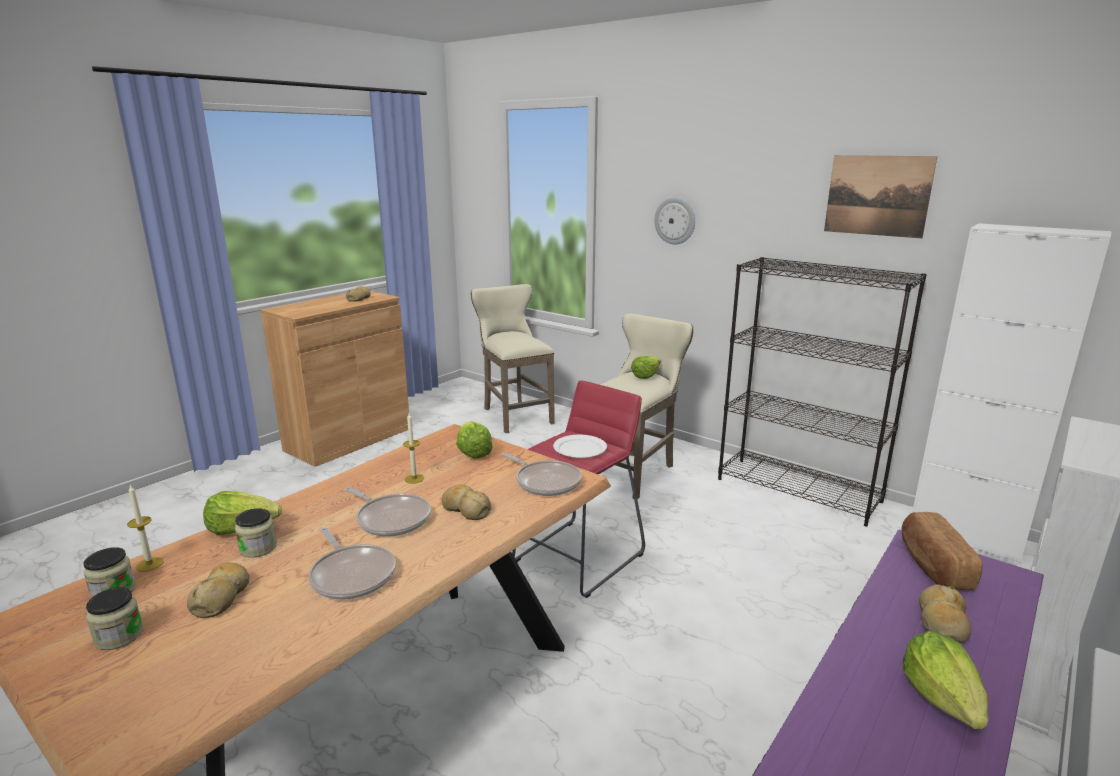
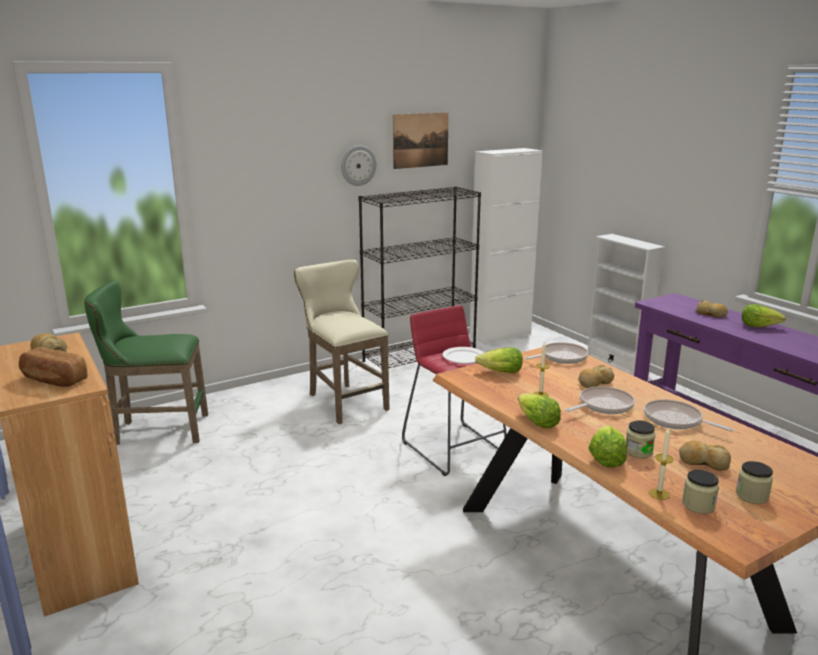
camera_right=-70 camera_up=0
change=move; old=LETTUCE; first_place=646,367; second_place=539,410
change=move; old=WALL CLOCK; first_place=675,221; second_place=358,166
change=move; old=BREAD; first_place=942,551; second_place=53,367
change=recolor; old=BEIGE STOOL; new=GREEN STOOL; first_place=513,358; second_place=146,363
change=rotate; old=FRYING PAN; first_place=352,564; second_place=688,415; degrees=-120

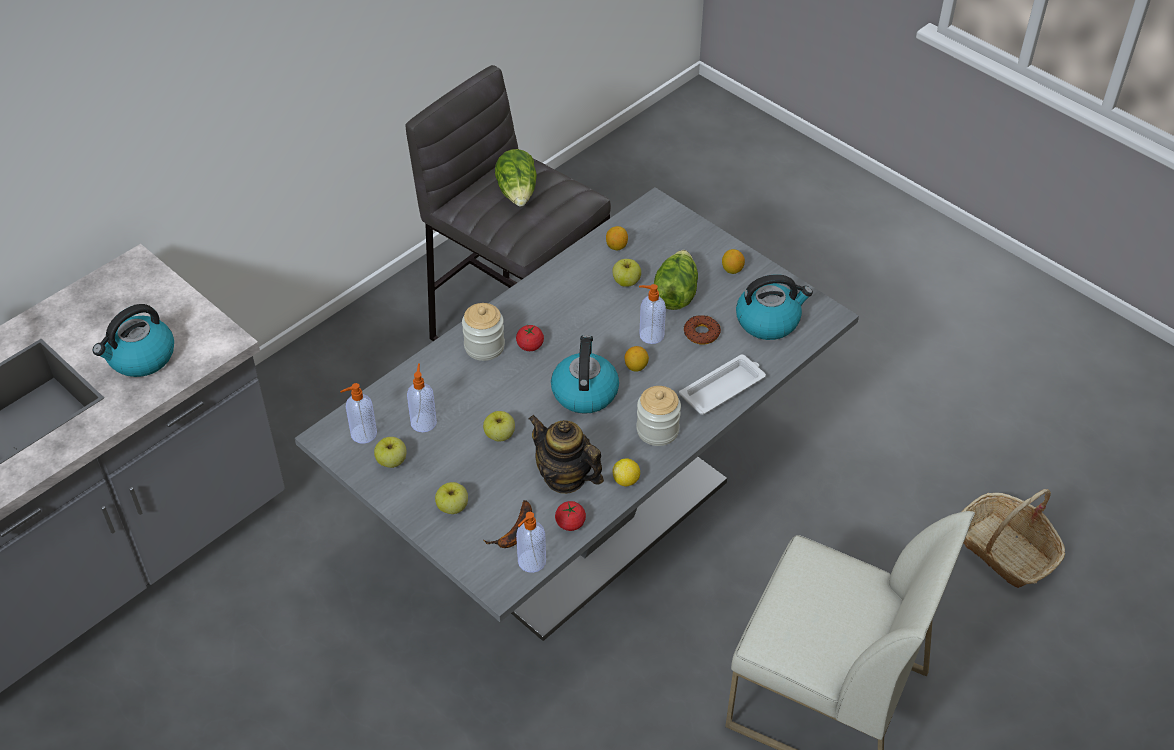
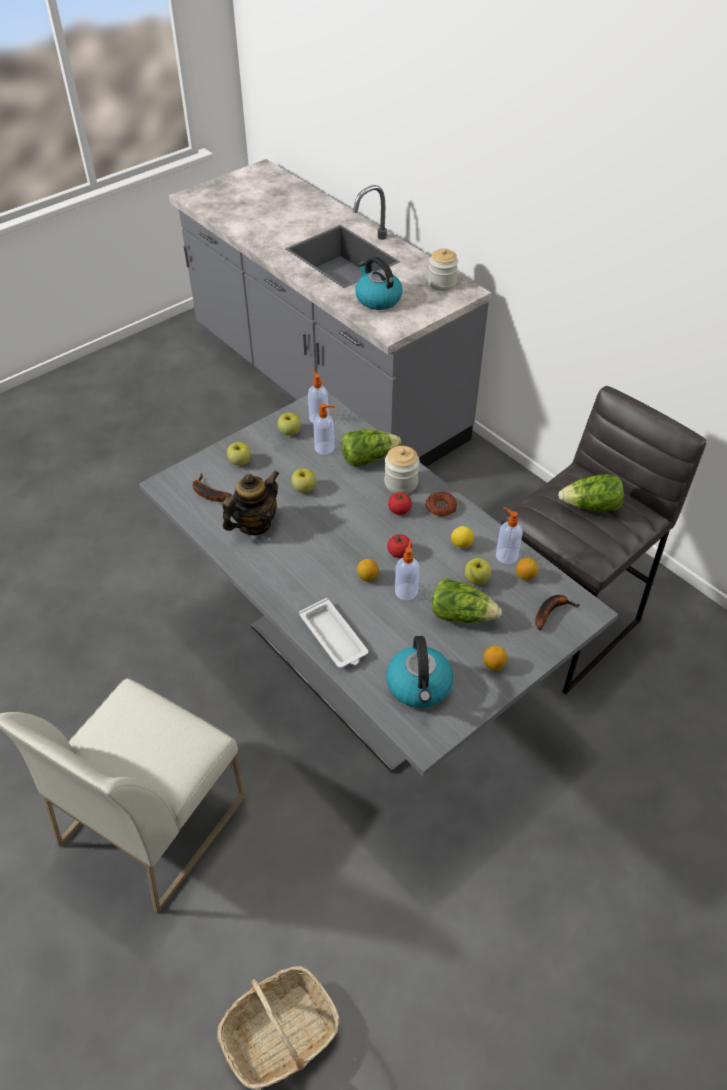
camera_right=95 camera_up=0
change=delete; old=KETTLE; first_place=585,374
change=insert; new=LETTUCE; second_place=371,448
change=insert; new=BANANA; second_place=557,613
change=move; old=SOAP DISPENSER; first_place=531,542; second_place=509,535
change=move; old=TOMATO; first_place=570,516; second_place=399,546
change=move; old=LEMON; first_place=626,472; second_place=462,537
change=move; old=JAR; first_place=658,416; second_place=443,269
change=move; old=DONUT; first_place=702,330; second_place=441,504

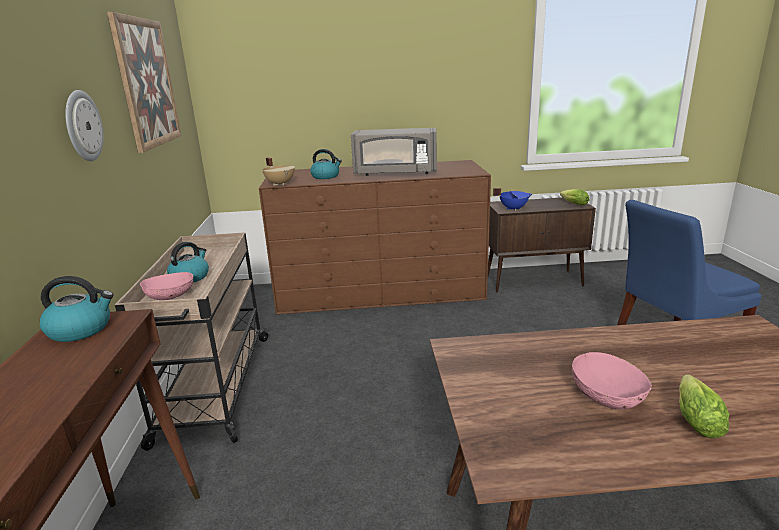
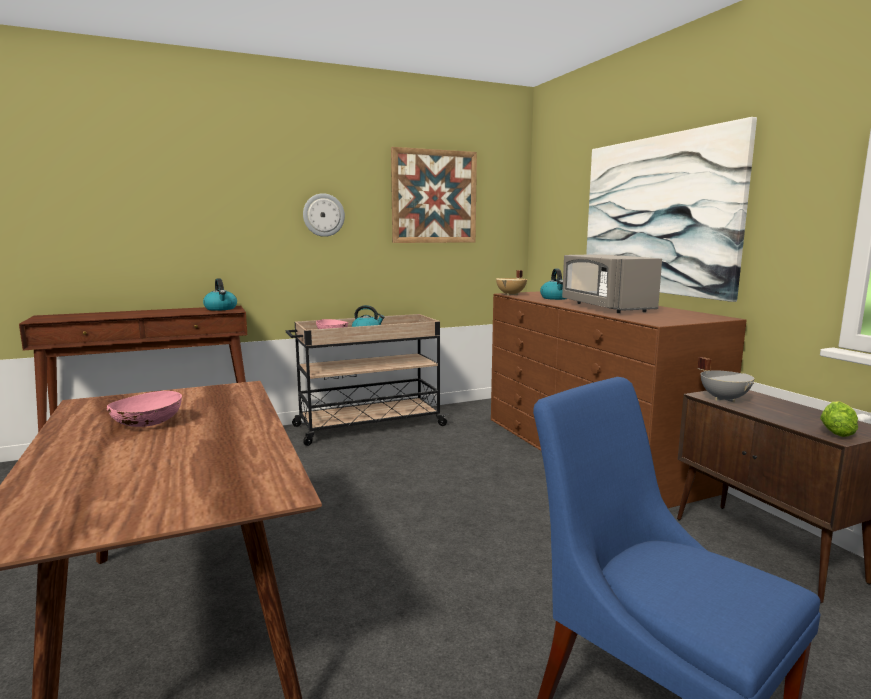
camera_right=70 camera_up=-10
change=delete; old=LETTUCE; first_place=704,406
change=insert; new=PICTURE; second_place=671,209
change=recolor; old=BLUE COOKING POT; new=GREY COOKING POT; first_place=513,199; second_place=726,379

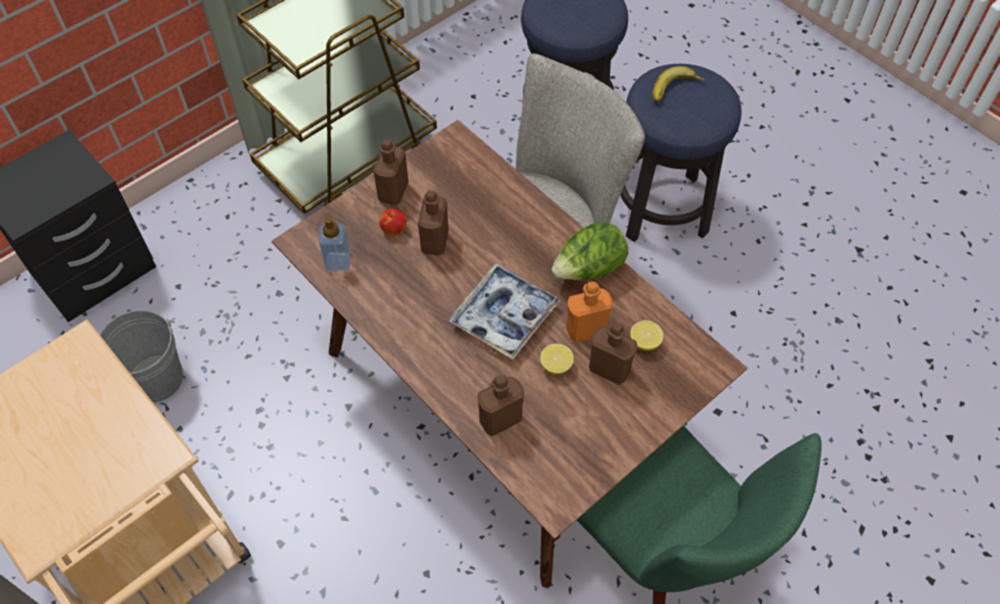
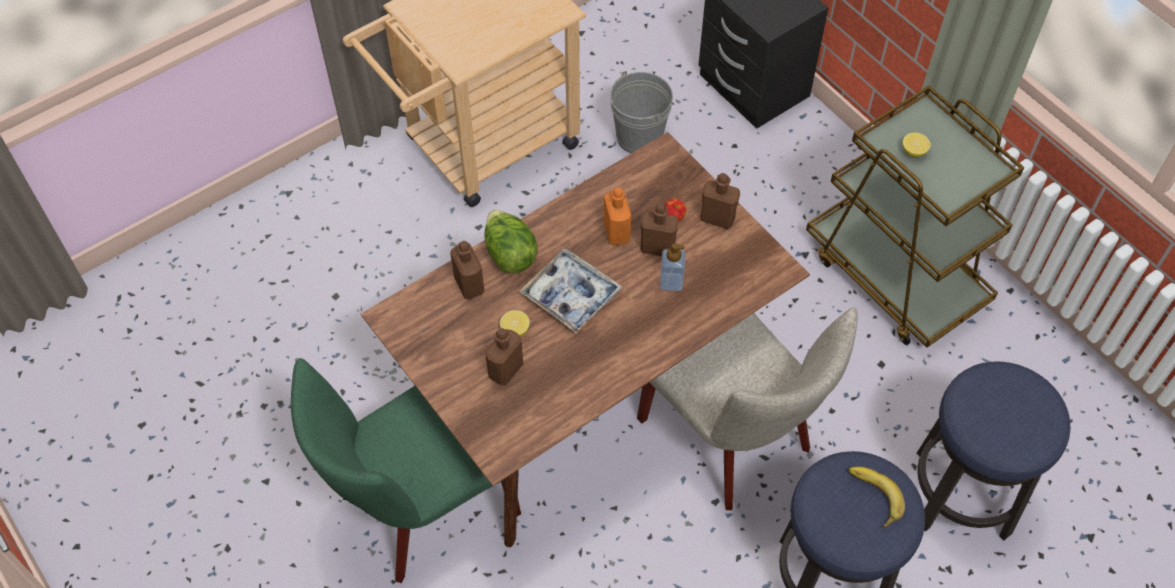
camera_right=95 camera_up=0
change=move; old=SOAP DISPENSER; first_place=335,241; second_place=672,267
change=move; old=LETTUCE; first_place=589,251; second_place=511,241
change=move; old=ORANGE BOTTLE; first_place=589,312; second_place=617,216
change=move; old=LEMON; first_place=646,335; second_place=917,145

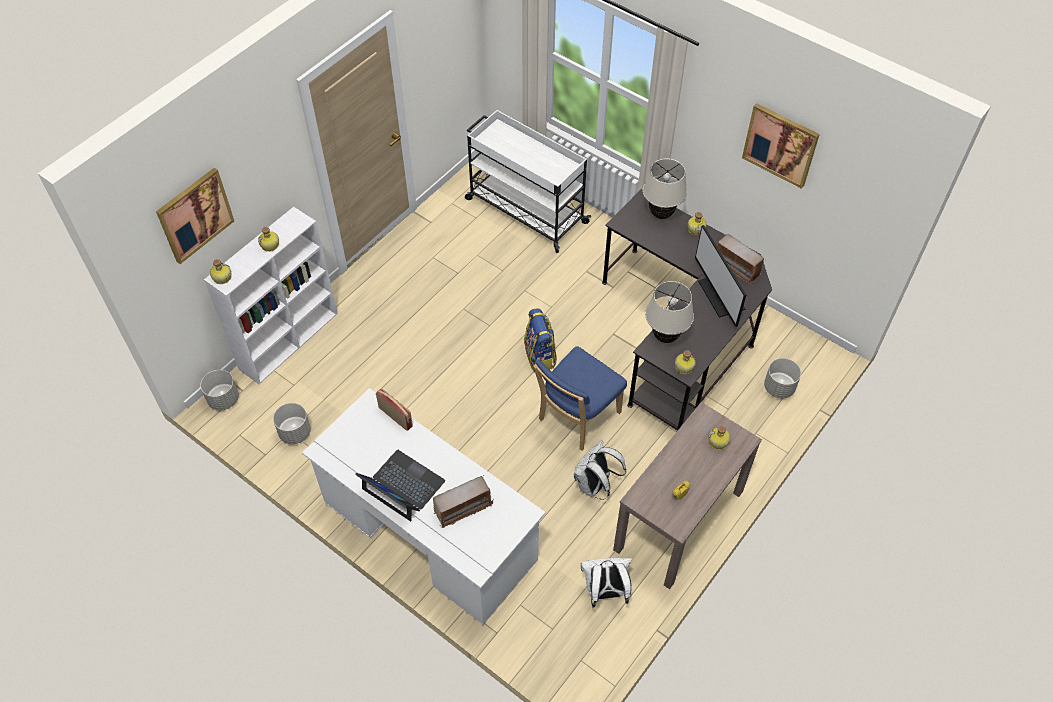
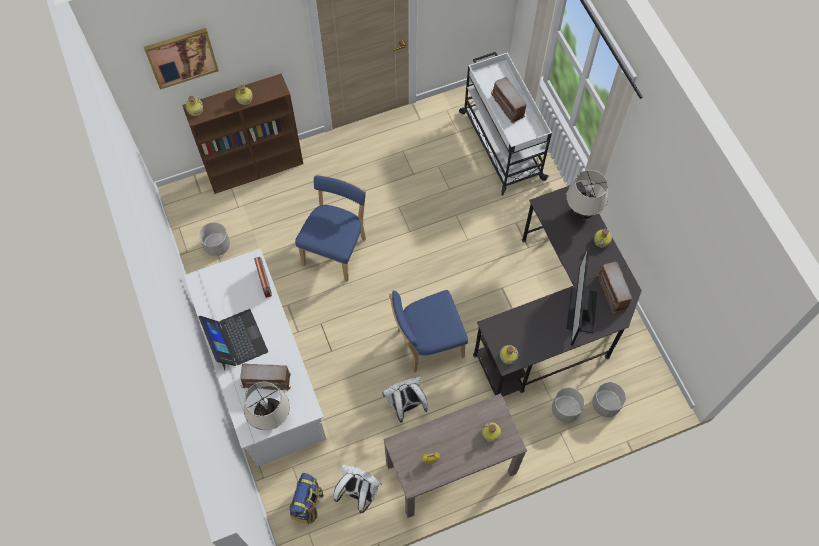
camera_right=30 camera_up=10
change=delete; old=PICTURE; first_place=781,146
change=insert; new=BLUE CHAIR; second_place=330,228
change=insert; new=RADIO; second_place=509,100
change=move; old=GREY PLANTER; first_place=219,390; second_place=568,405
change=move; old=BACKPACK; first_place=540,340; second_place=306,498
change=move; old=BEIGE TABLE LAMP; first_place=669,312; second_place=267,405
change=recolor; old=WHITE BOOKCASE; new=BROWN BOOKCASE; first_place=271,295; second_place=242,133

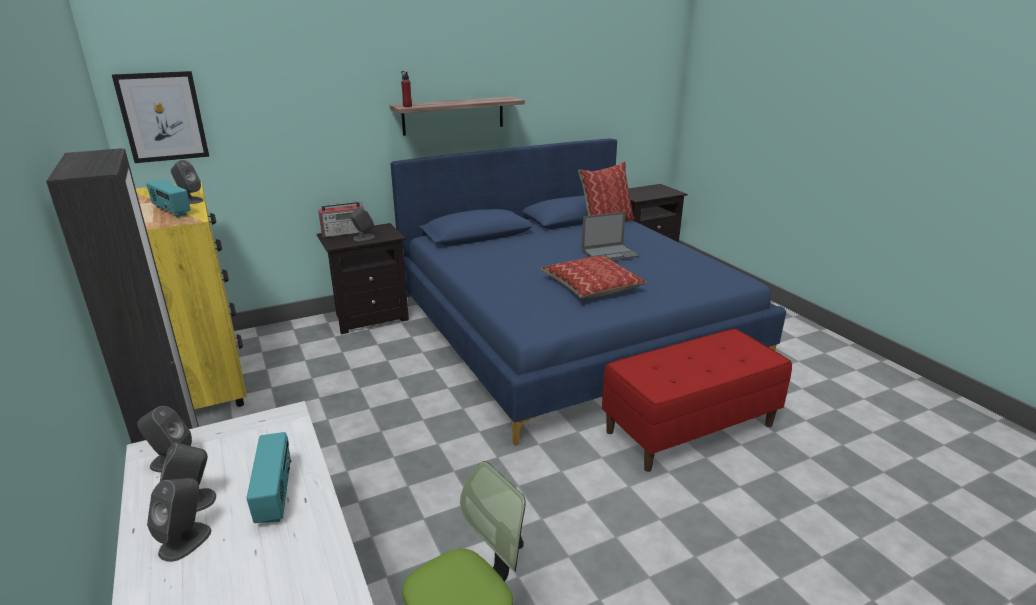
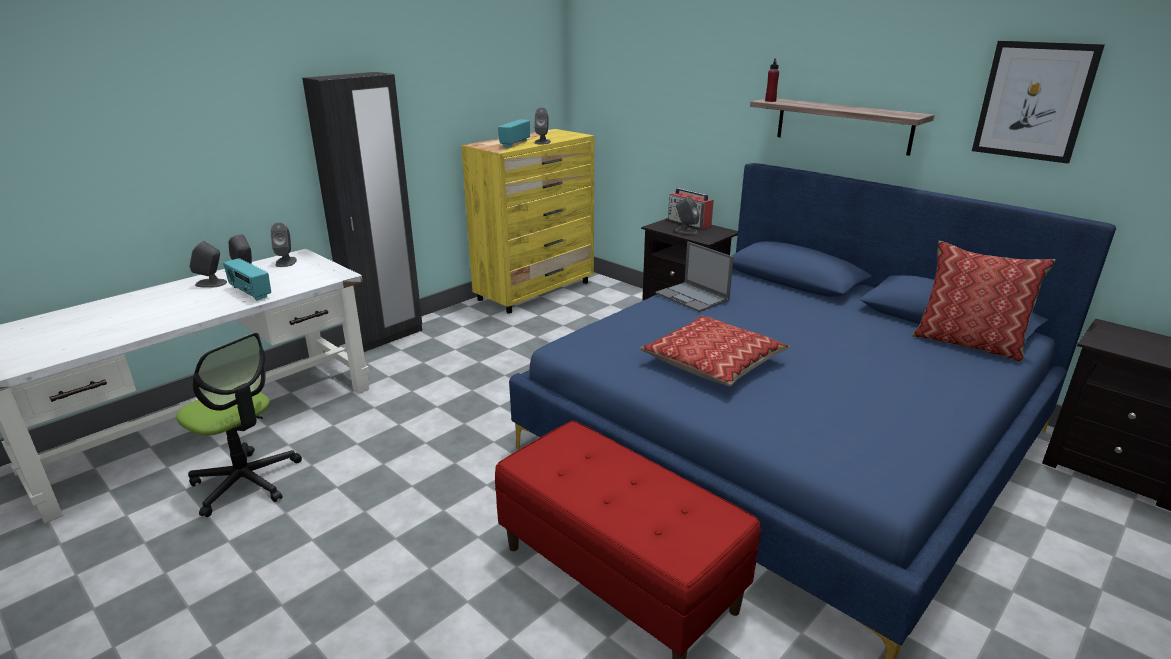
camera_right=70 camera_up=0
change=move; old=PICTURE; first_place=160,117; second_place=1038,102
change=move; old=LAPTOP; first_place=610,236; second_place=694,277
change=rotate; old=RADIO; first_place=269,477; second_place=247,279; degrees=75

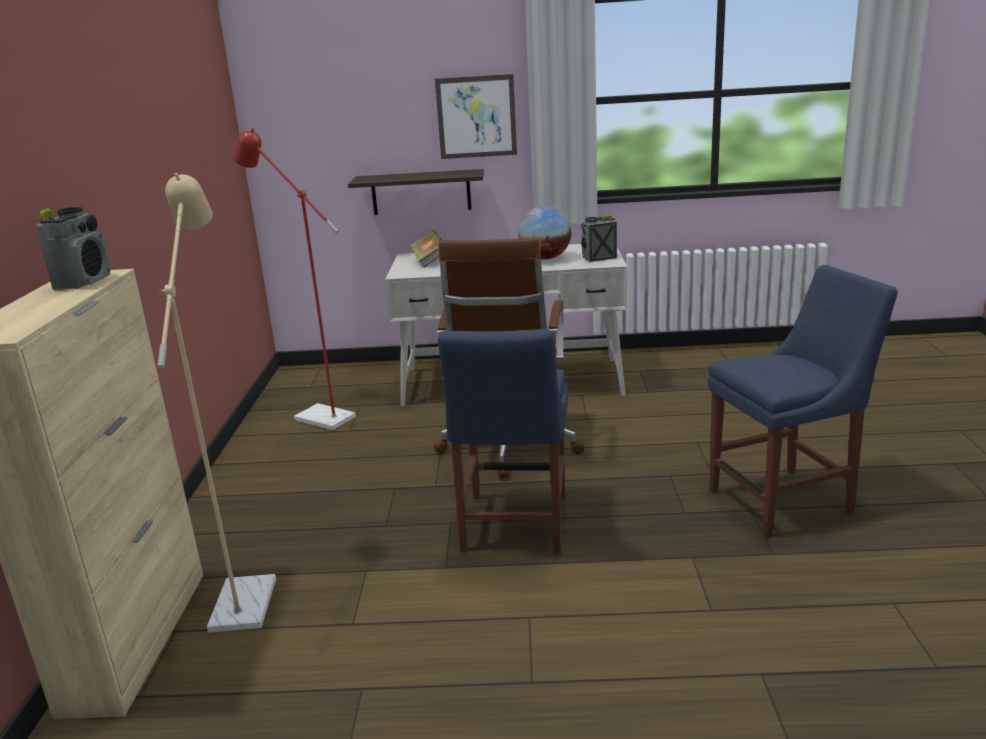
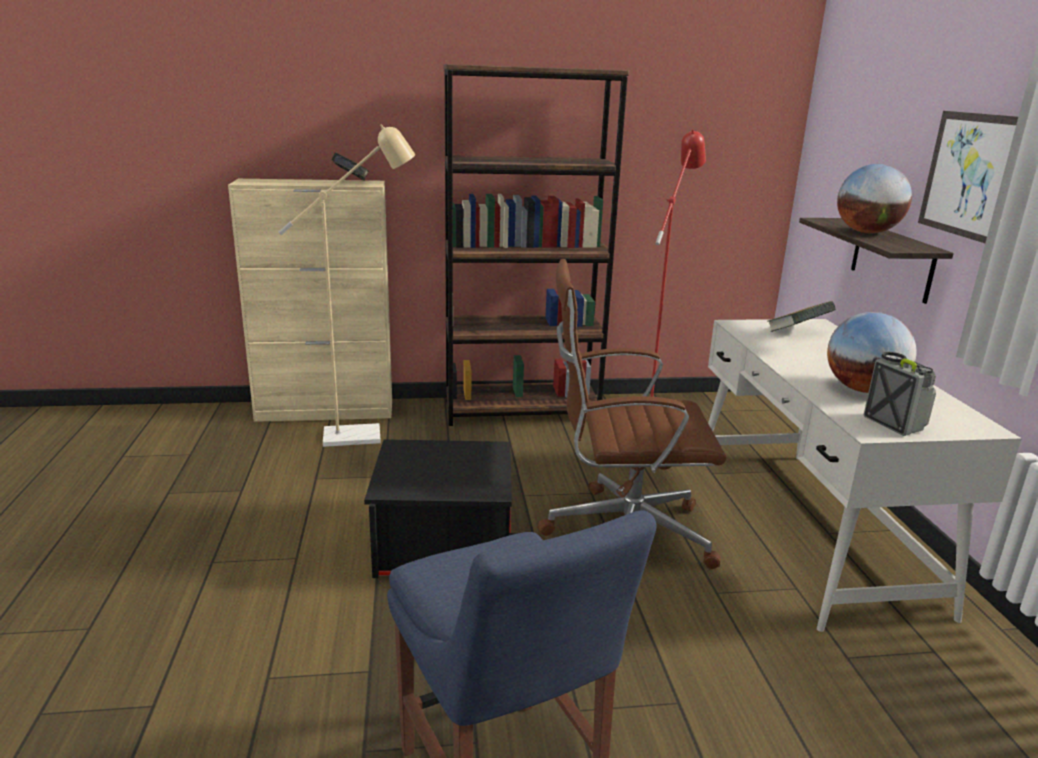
camera_right=80 camera_up=0
change=insert; new=BROWN BOOKCASE; second_place=536,245
change=insert; new=GLOBE; second_place=874,198
change=replace; old=RADIO; new=BOOK; first_place=73,248; second_place=350,166
change=replace; old=BLUE CHAIR; new=BLACK STORAGE BOX; first_place=503,441; second_place=441,508

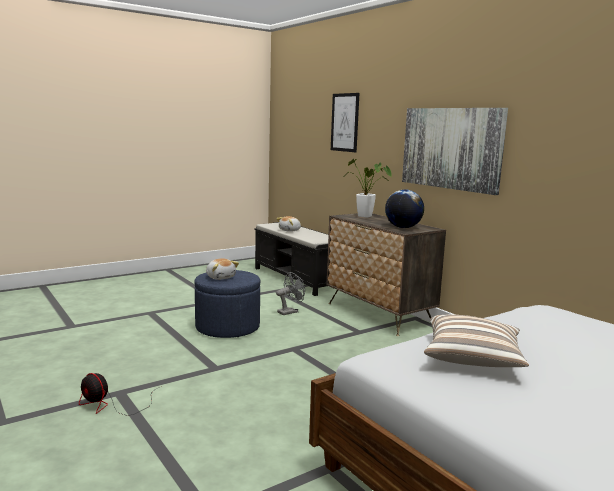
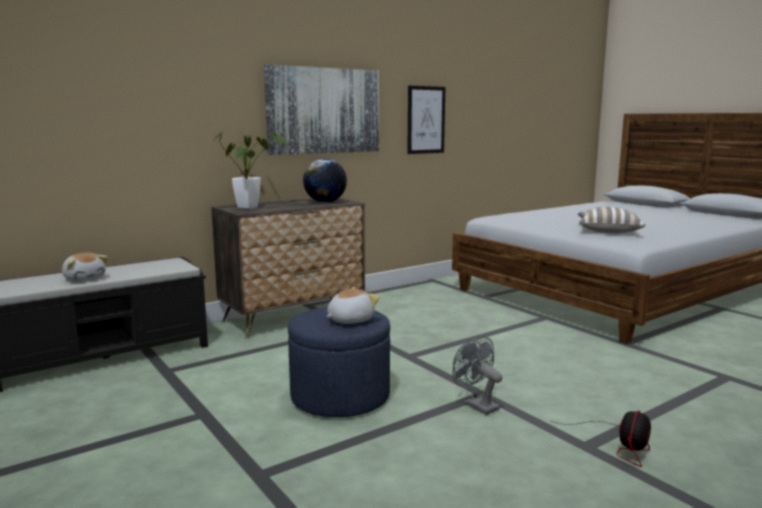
camera_right=-90 camera_up=0
change=move; old=GREY FAN; first_place=290,293; second_place=477,375
change=move; old=PICTURE; first_place=345,122; second_place=426,120

